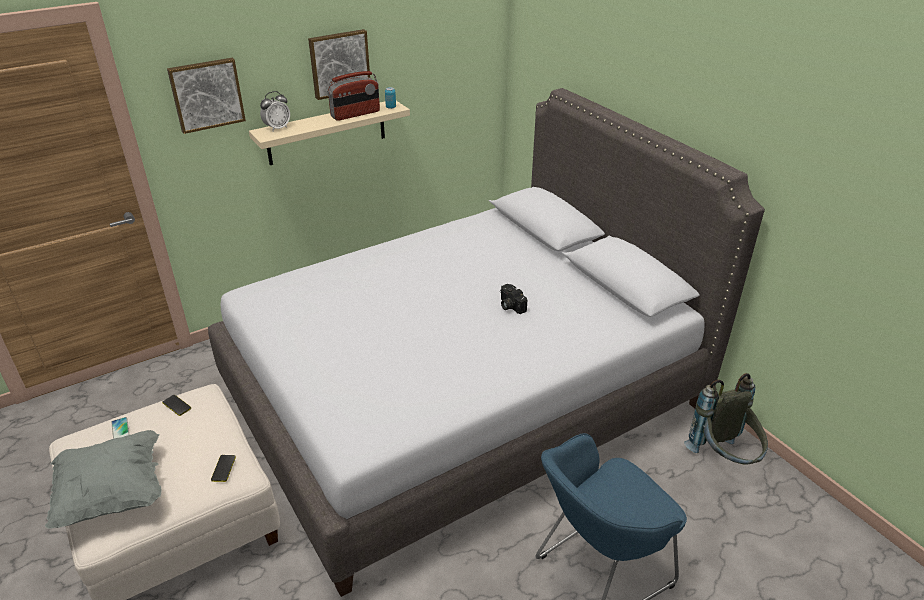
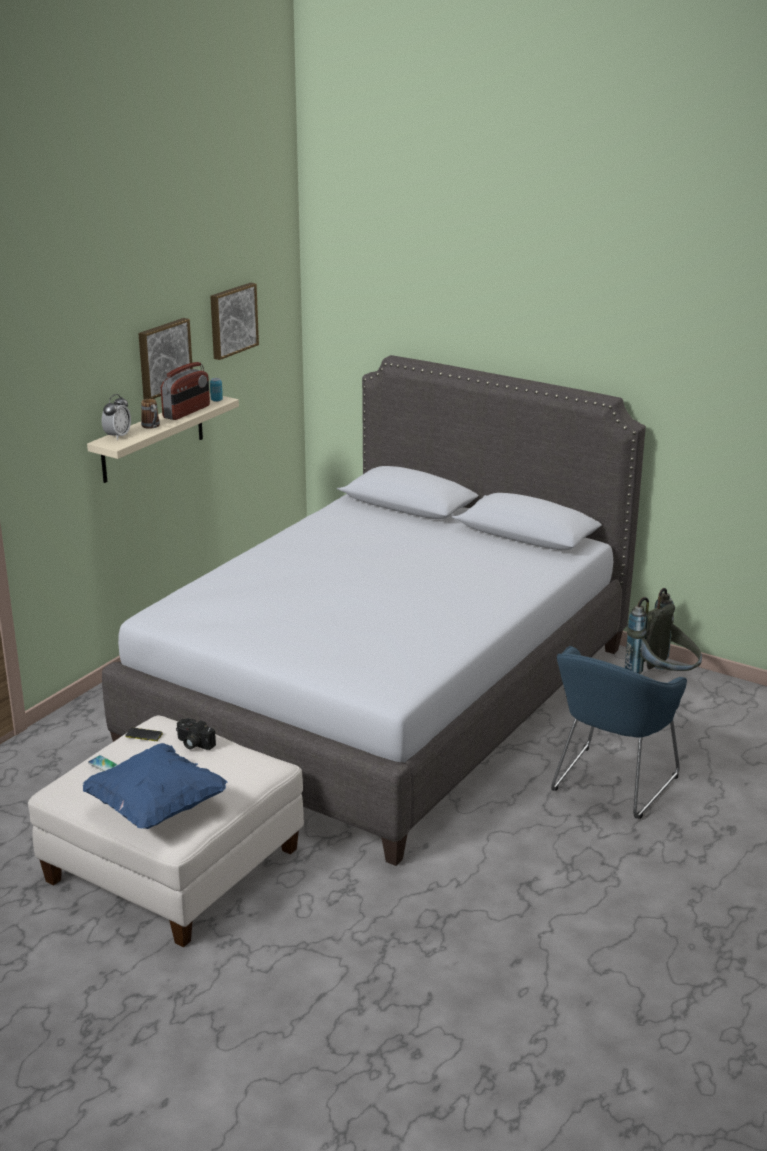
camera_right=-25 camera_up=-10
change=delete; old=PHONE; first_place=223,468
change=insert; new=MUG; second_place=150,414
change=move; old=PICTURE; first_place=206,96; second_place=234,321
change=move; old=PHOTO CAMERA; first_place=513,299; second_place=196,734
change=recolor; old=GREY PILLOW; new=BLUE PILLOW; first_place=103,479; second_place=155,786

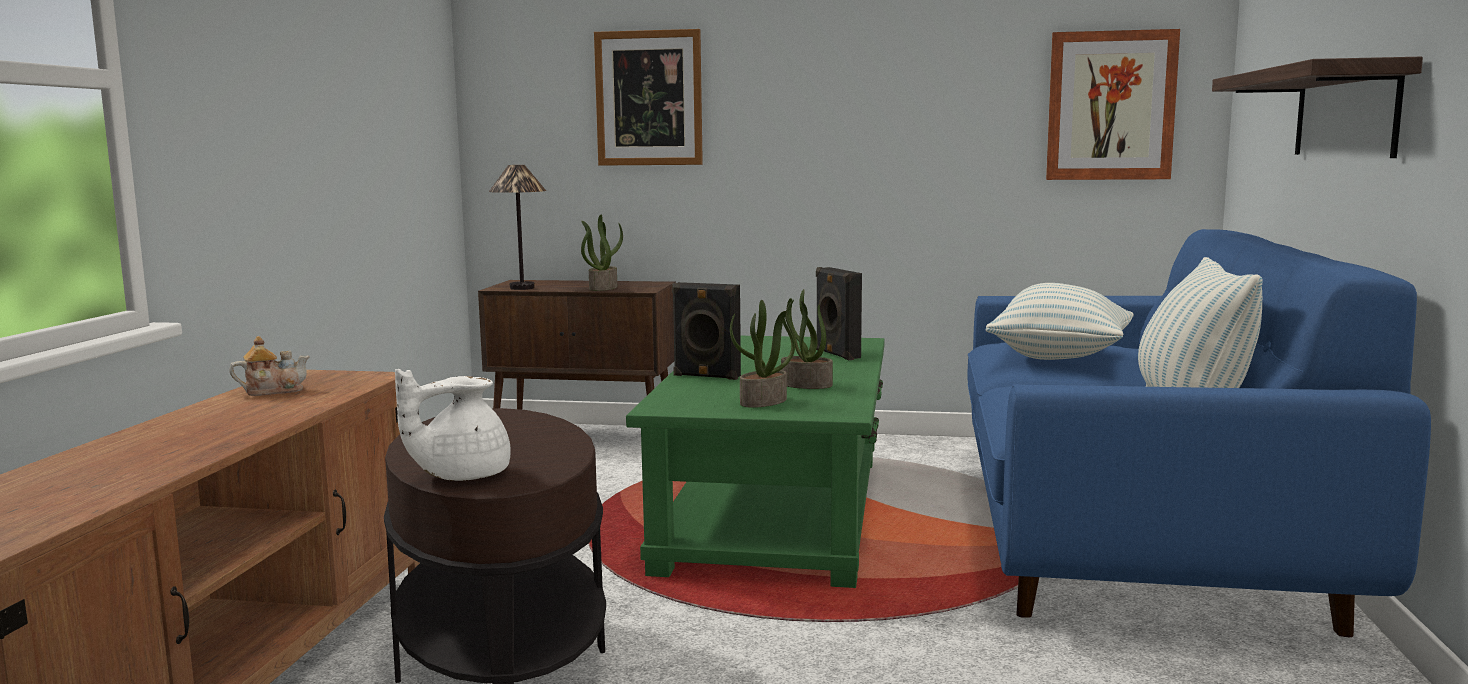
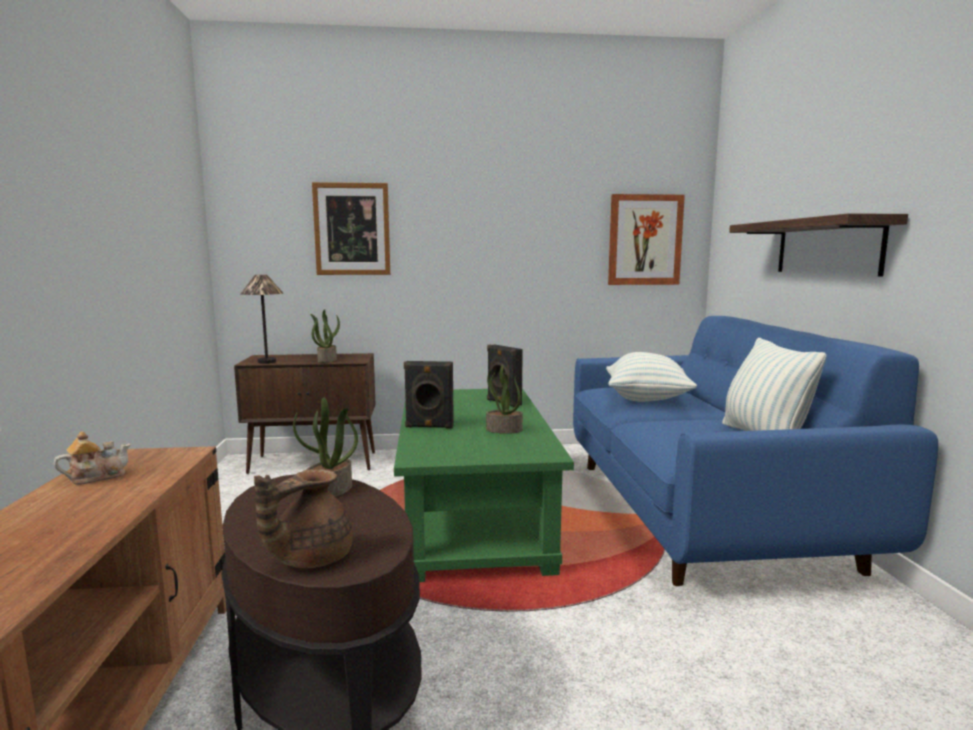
camera_right=-15 camera_up=0
change=move; old=POTTED PLANT; first_place=762,354; second_place=325,447
change=recolor; old=WHITE TEAPOT; new=BROWN TEAPOT; first_place=453,425; second_place=303,518

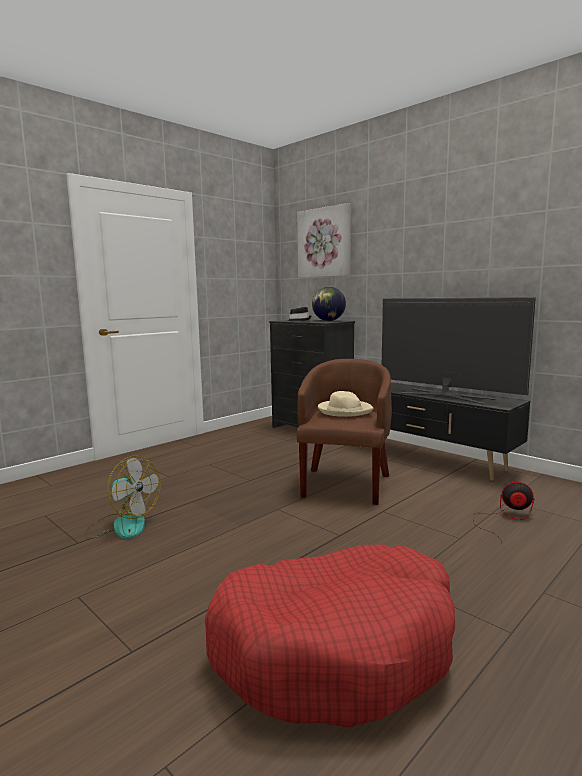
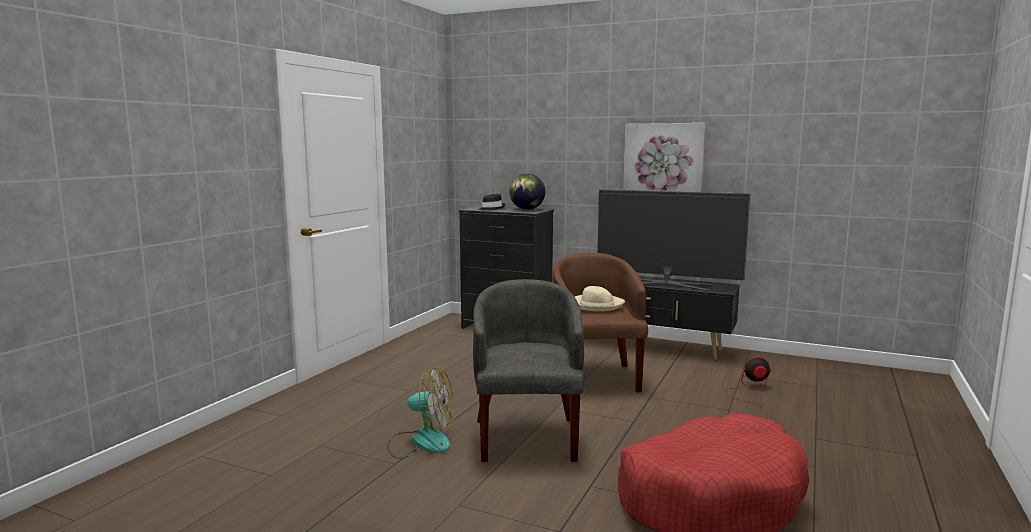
camera_right=-20 camera_up=0
change=insert; new=GREY ARMCHAIR; second_place=528,370
change=move; old=PICTURE; first_place=324,240; second_place=664,157

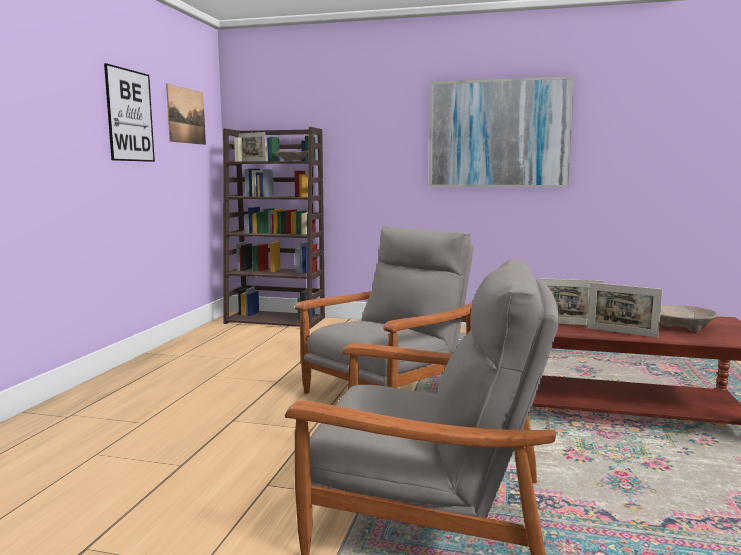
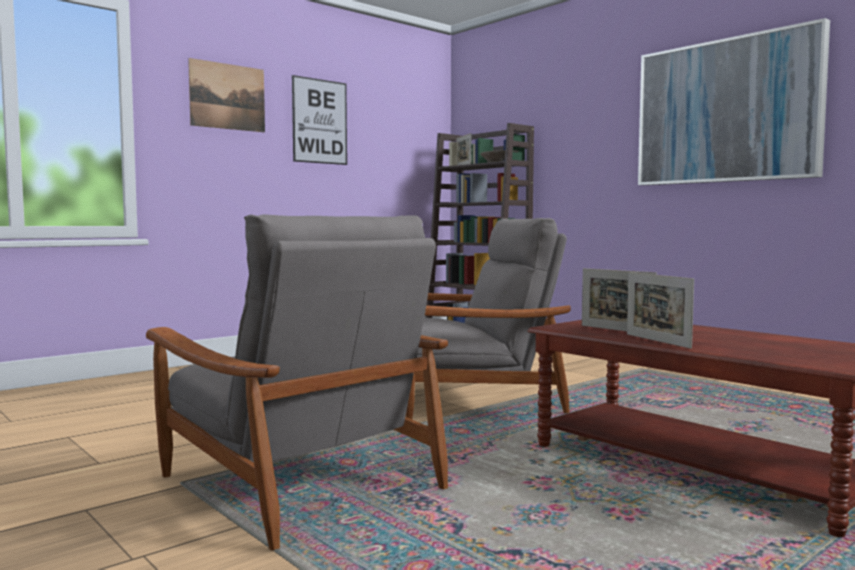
camera_right=35 camera_up=-5
change=delete; old=BEIGE BOWL; first_place=688,318
change=move; old=PICTURE; first_place=186,114; second_place=226,95

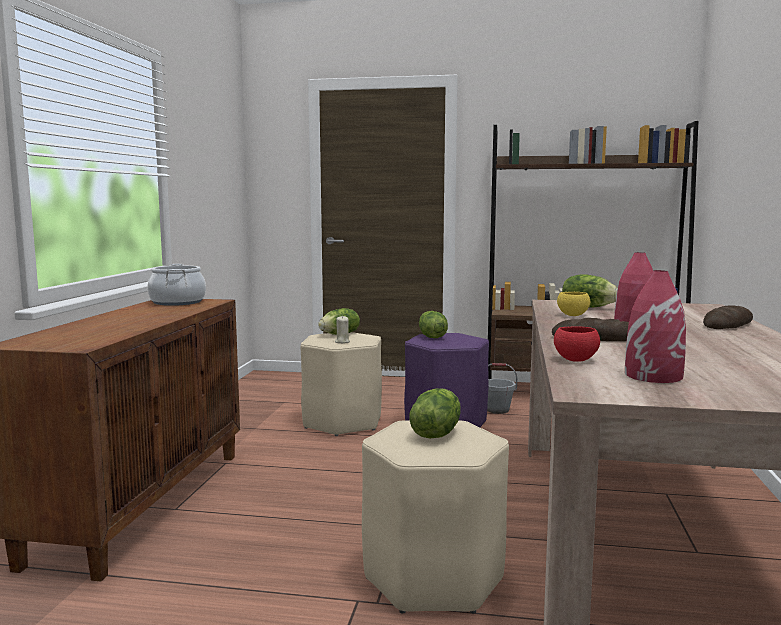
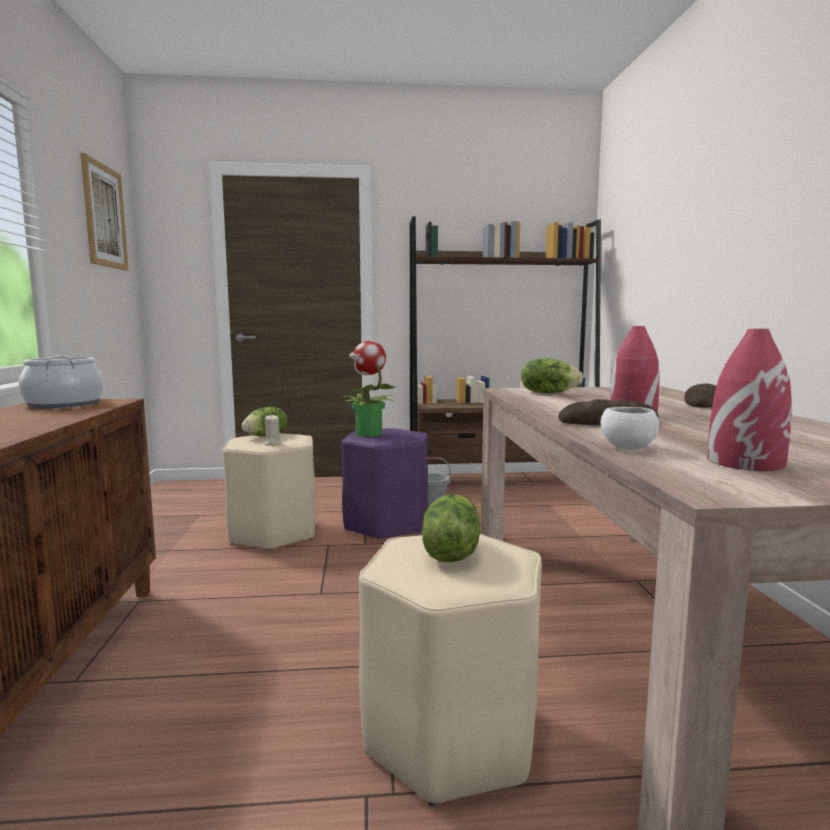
camera_right=-15 camera_up=0
change=delete; old=YELLOW BOWL; first_place=573,304
change=insert; new=PICTURE; second_place=104,212
change=replace; old=LETTUCE; new=POTTED PLANT; first_place=433,324; second_place=369,389
change=recolor; old=RED BOWL; new=WHITE BOWL; first_place=577,344; second_place=629,428

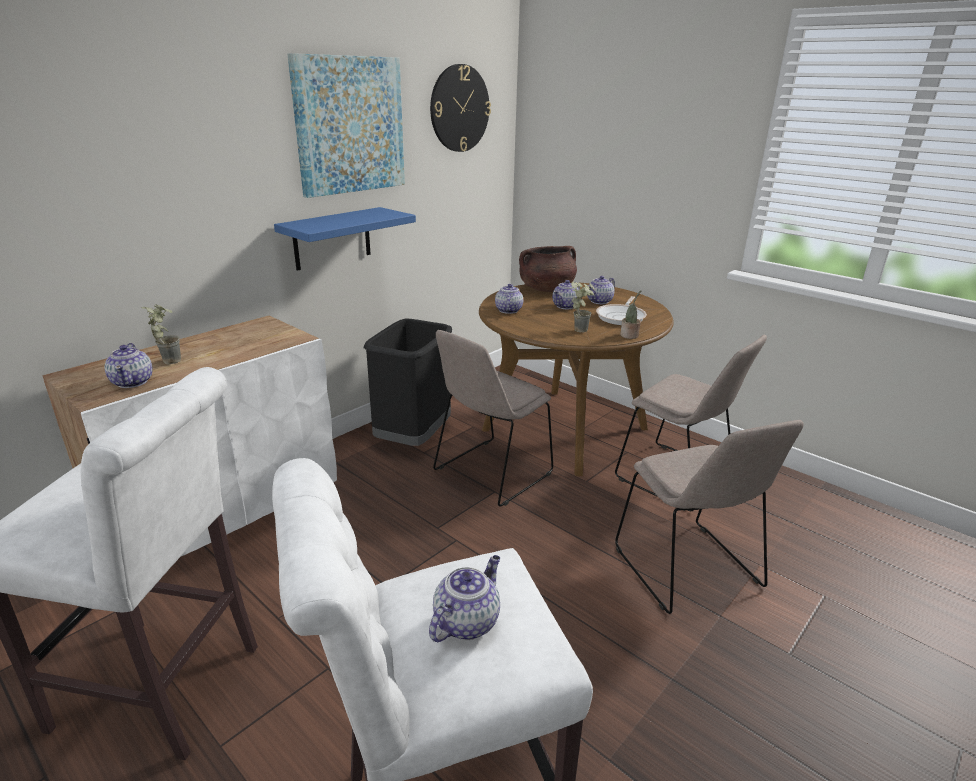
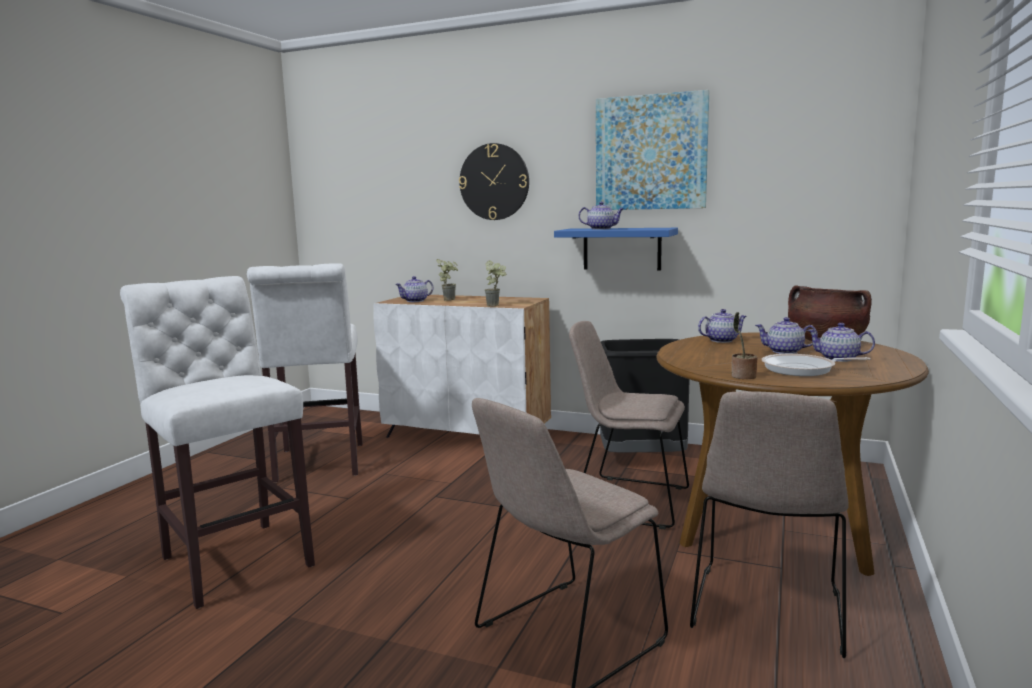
camera_right=70 camera_up=-15
change=move; old=TEAPOT; first_place=464,598; second_place=601,216
change=move; old=WALL CLOCK; first_place=460,108; second_place=494,181
change=move; old=POTTED PLANT; first_place=582,307; second_place=495,283

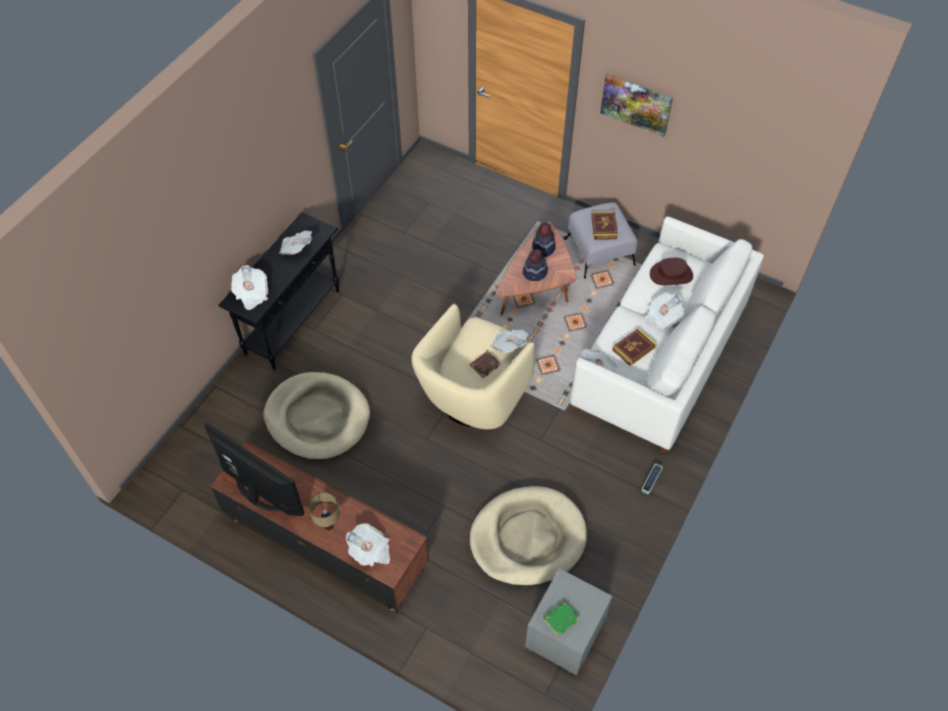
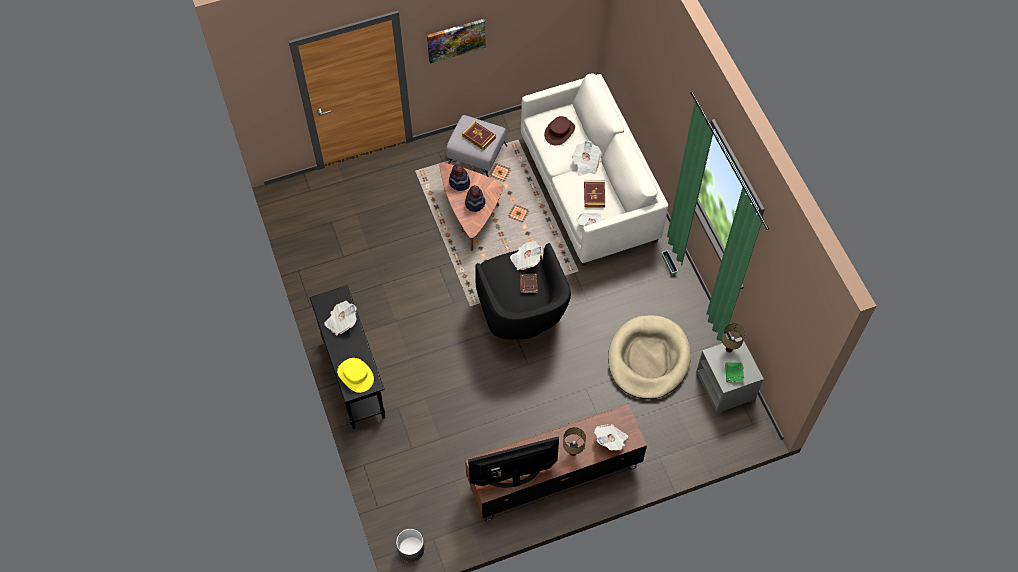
camera_right=-50 camera_up=5
change=delete; old=BEIGE DOG BED; first_place=316,416
change=insert; new=GREY PLANTER; second_place=410,545
change=insert; new=TABLE LAMP; second_place=733,337
change=replace; old=NEWSPAPER; new=YELLOW HAT; first_place=249,287; second_place=355,375
change=recolor; old=BEIGE ARMCHAIR; new=BLACK ARMCHAIR; first_place=473,366; second_place=523,291

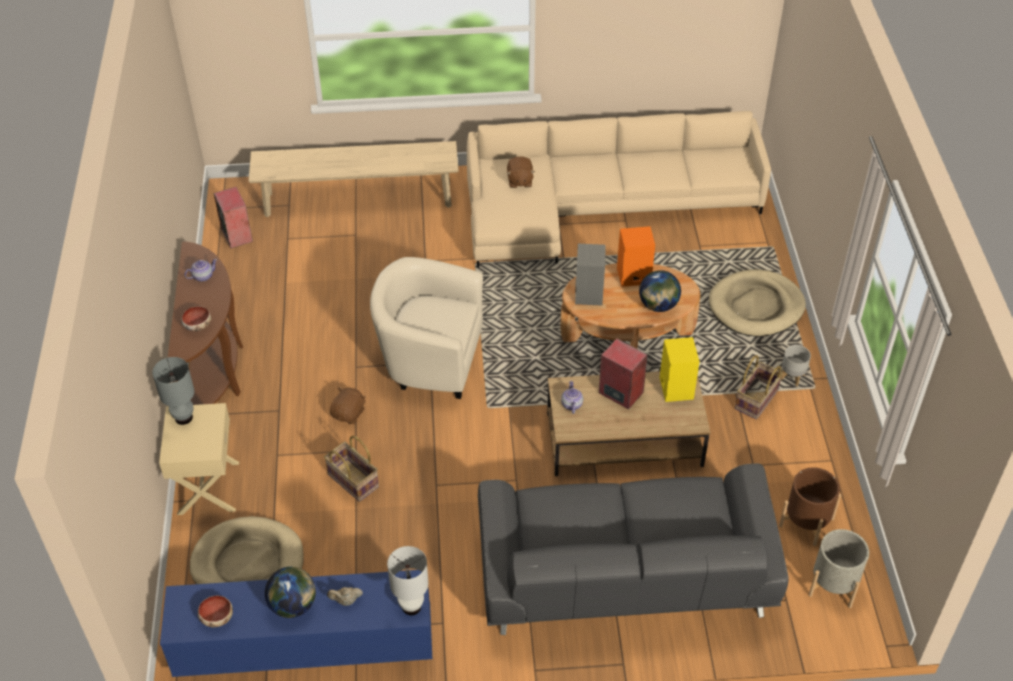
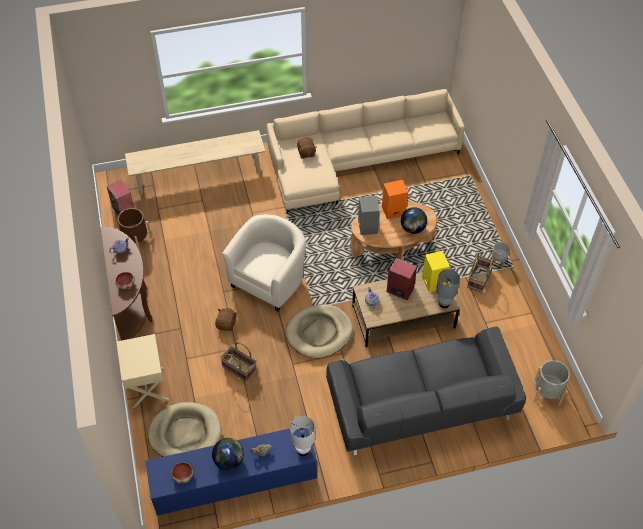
camera_right=-10 camera_up=5
change=move; old=GREY TABLE LAMP; first_place=173,391; second_place=448,288
change=move; old=BEIGE DOG BED; first_place=757,303; second_place=319,331
change=move; old=BROWN PLANTER; first_place=810,506; second_place=134,230
change=rotate; old=BEIGE ARMCHAIR; first_place=426,328; second_place=264,262; degrees=120

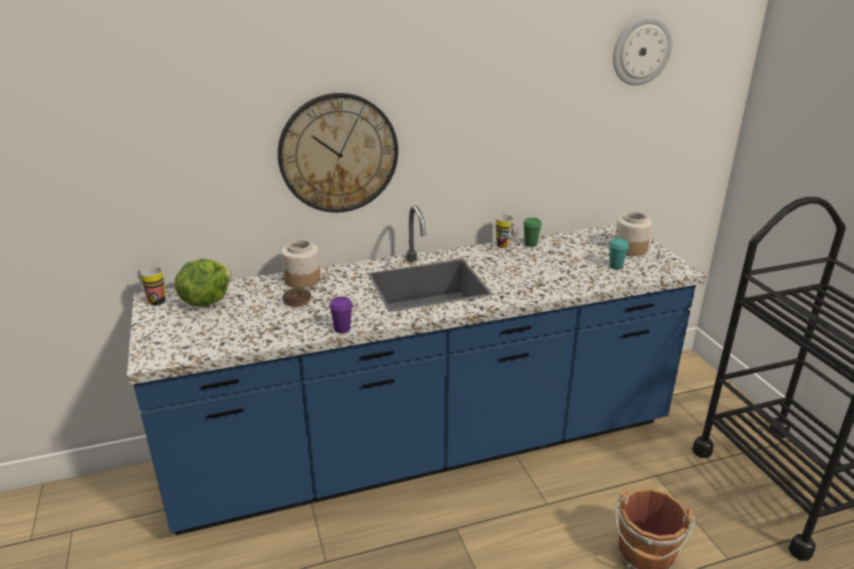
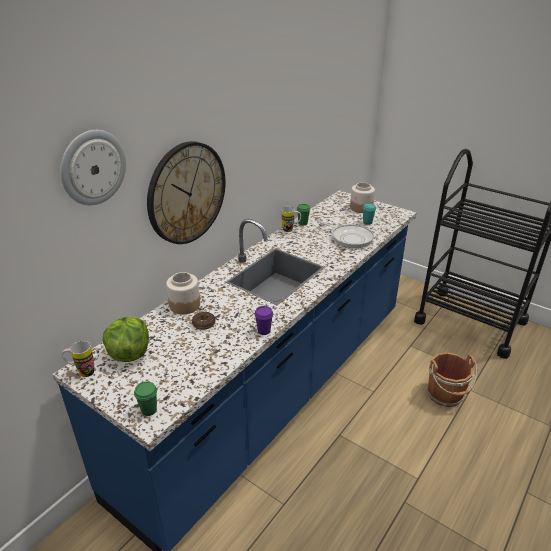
camera_right=-35 camera_up=5
change=insert; new=GREEN CUP; second_place=145,398
change=insert; new=FRYING PAN; second_place=345,234
change=move; old=WALL CLOCK; first_place=643,50; second_place=93,167

